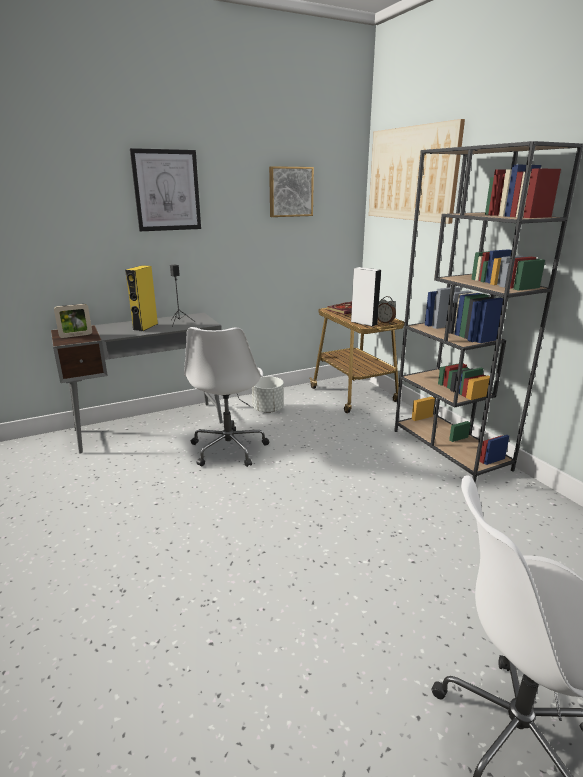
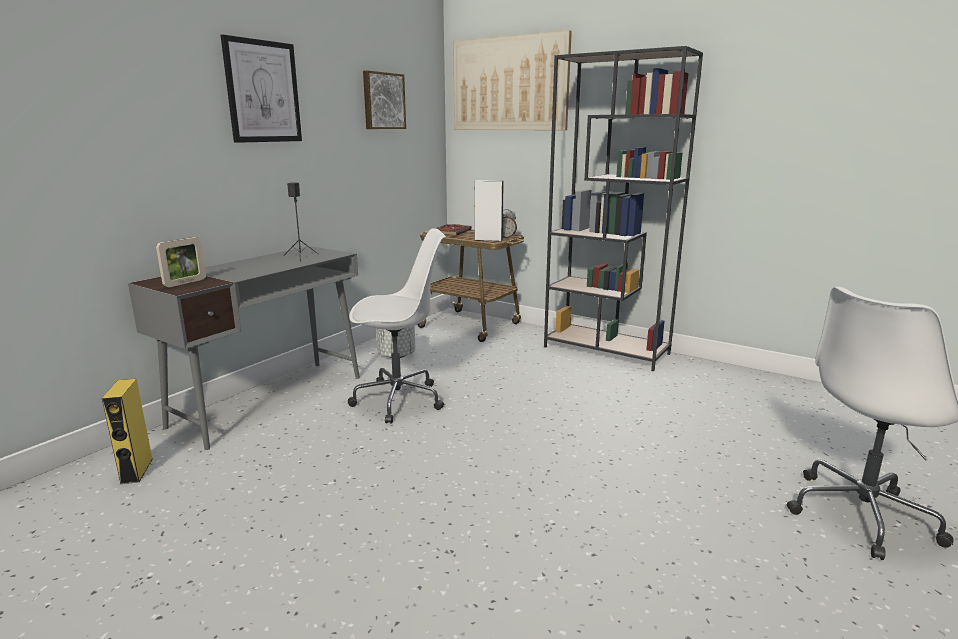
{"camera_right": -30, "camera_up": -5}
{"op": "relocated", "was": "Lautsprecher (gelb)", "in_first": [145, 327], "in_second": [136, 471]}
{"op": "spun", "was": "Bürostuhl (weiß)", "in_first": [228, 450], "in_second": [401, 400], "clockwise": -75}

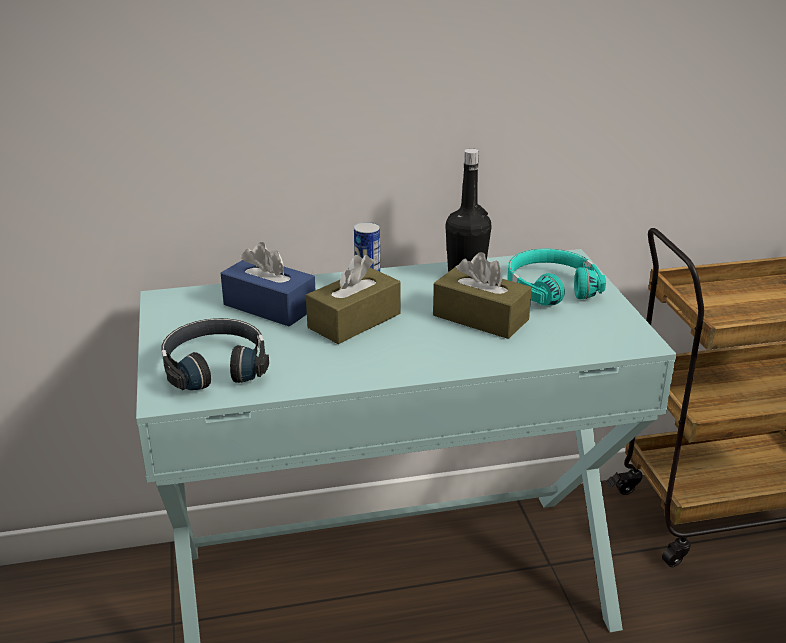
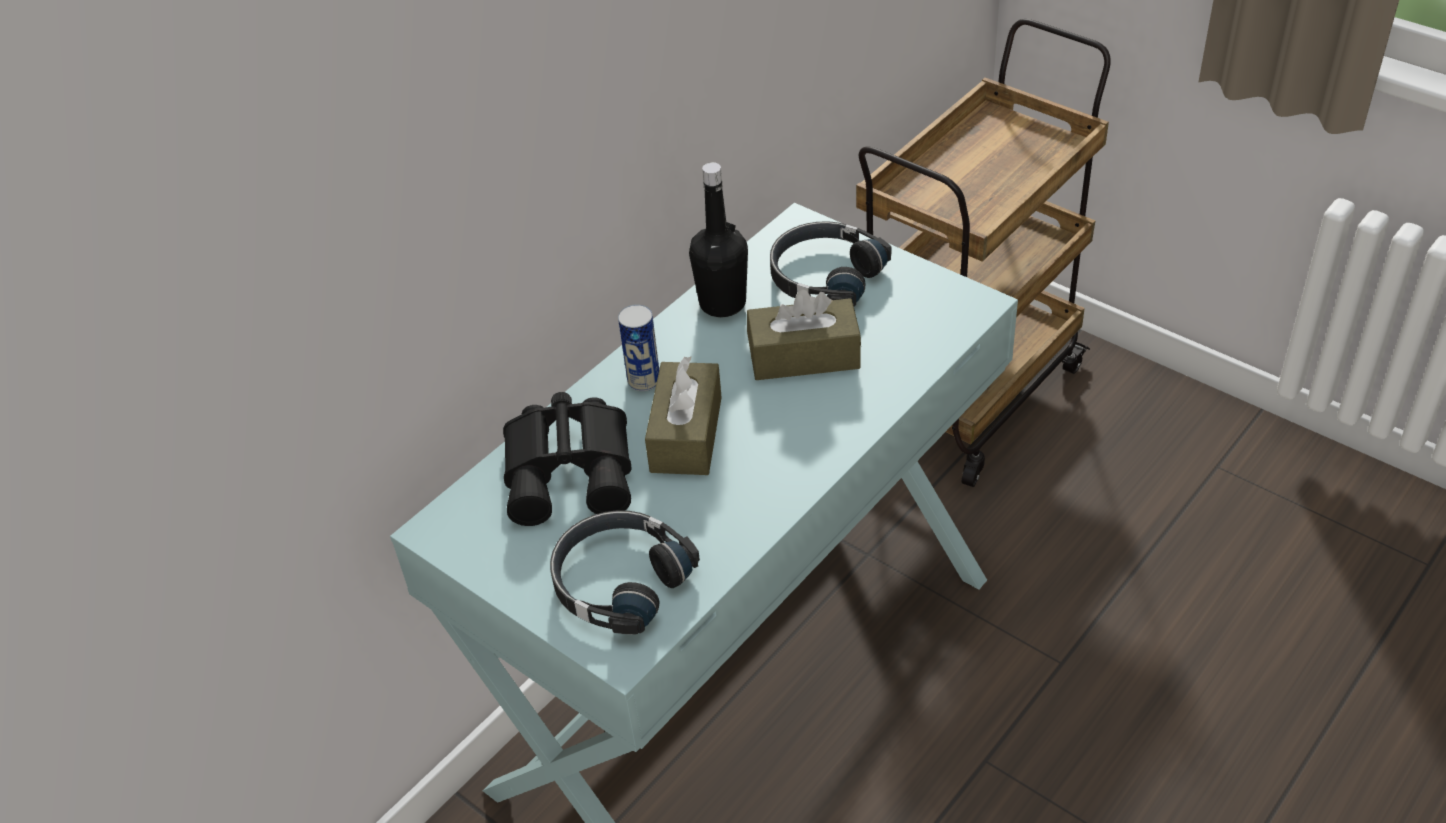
{"camera_right": -35, "camera_up": 15}
{"op": "exchanged", "was": "Taschentuchbox (blau)", "now": "Fernglas (schwarz)", "in_first": [269, 306], "in_second": [572, 469]}
{"op": "colour", "was": "Kopfhörer (türkis)", "now": "Kopfhörer (schwarz)", "in_first": [550, 288], "in_second": [824, 276]}

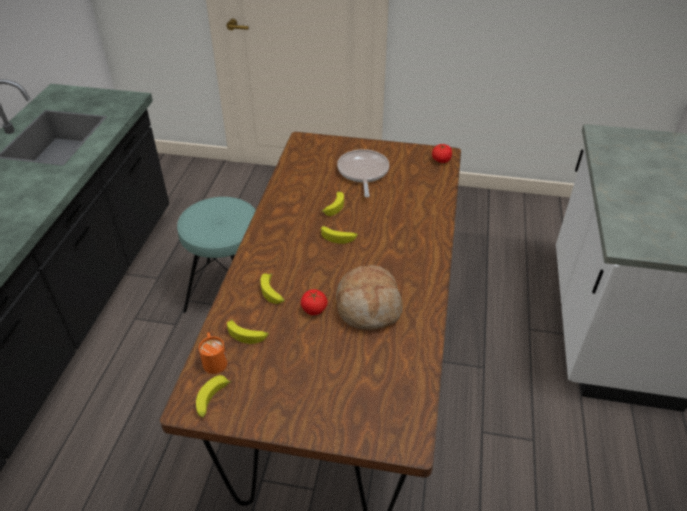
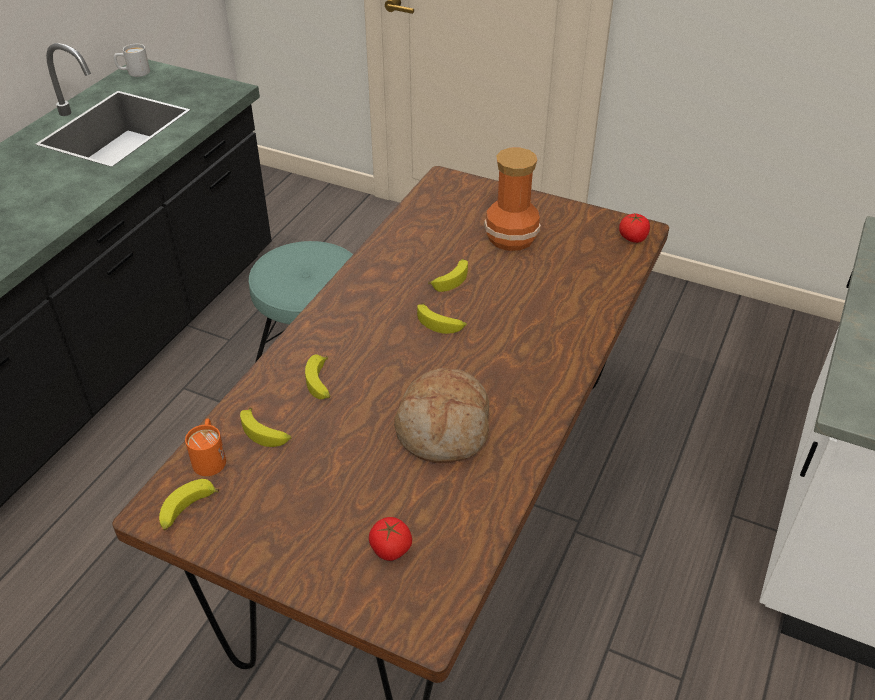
{"camera_right": 15, "camera_up": 0}
{"op": "appeared", "now": "Henkelbecher (weiß)", "in_second": [134, 72]}
{"op": "relocated", "was": "Tomate", "in_first": [314, 309], "in_second": [390, 549]}
{"op": "exchanged", "was": "Pfanne", "now": "Vase", "in_first": [363, 172], "in_second": [510, 238]}

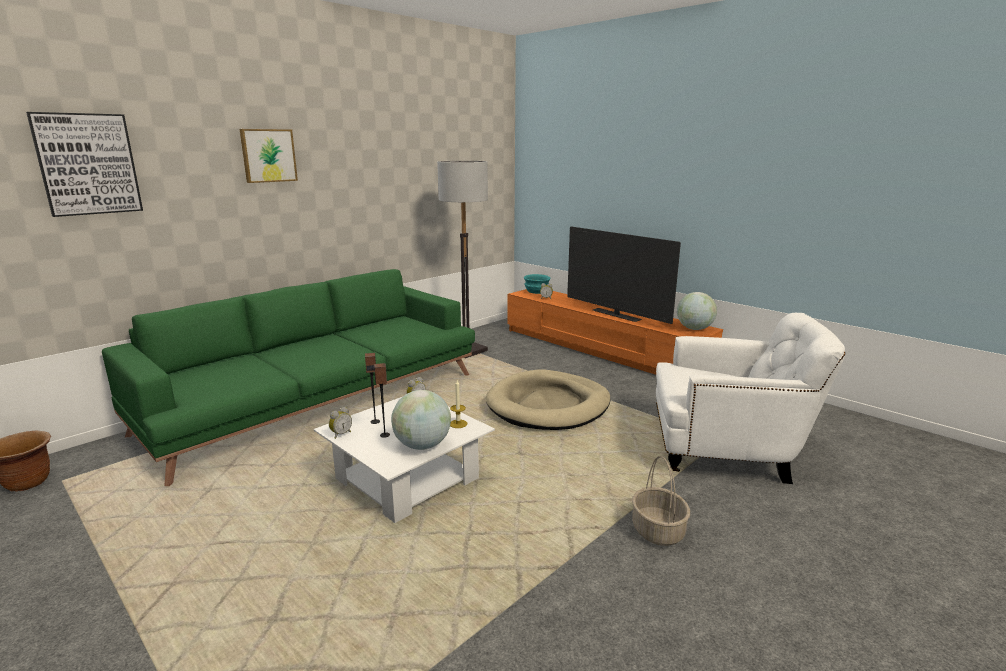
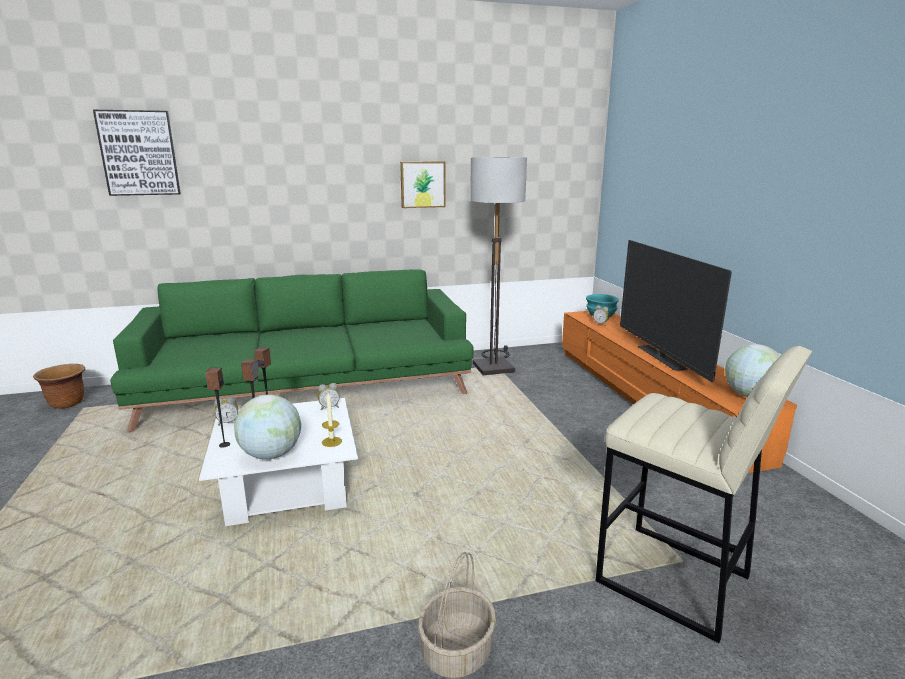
{"camera_right": 30, "camera_up": 0}
{"op": "appeared", "now": "Lautsprecher", "in_second": [224, 444]}
{"op": "relocated", "was": "Bild", "in_first": [268, 155], "in_second": [422, 184]}
{"op": "exchanged", "was": "Sessel (weiß)", "now": "Hocker (beige)", "in_first": [728, 451], "in_second": [677, 581]}
{"op": "missing", "was": "Hundebett (beige)", "in_first": [548, 405]}

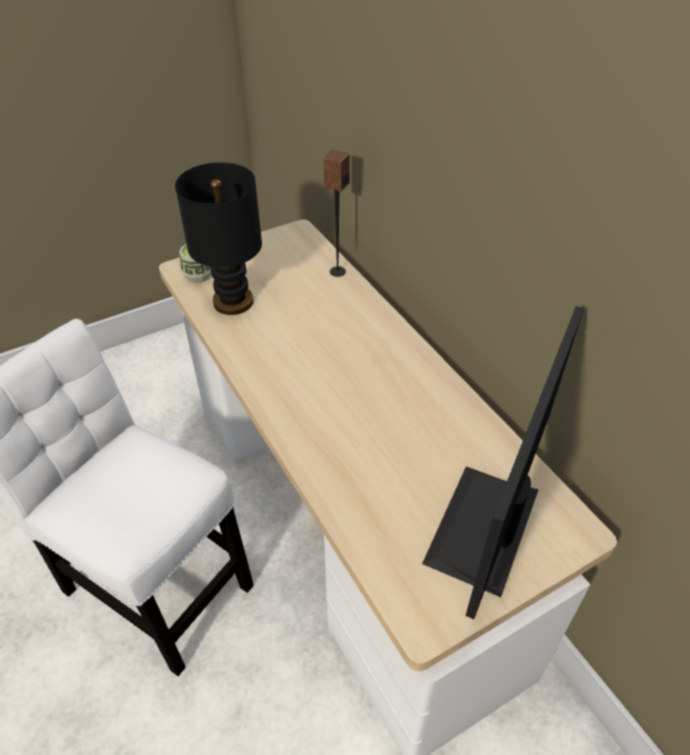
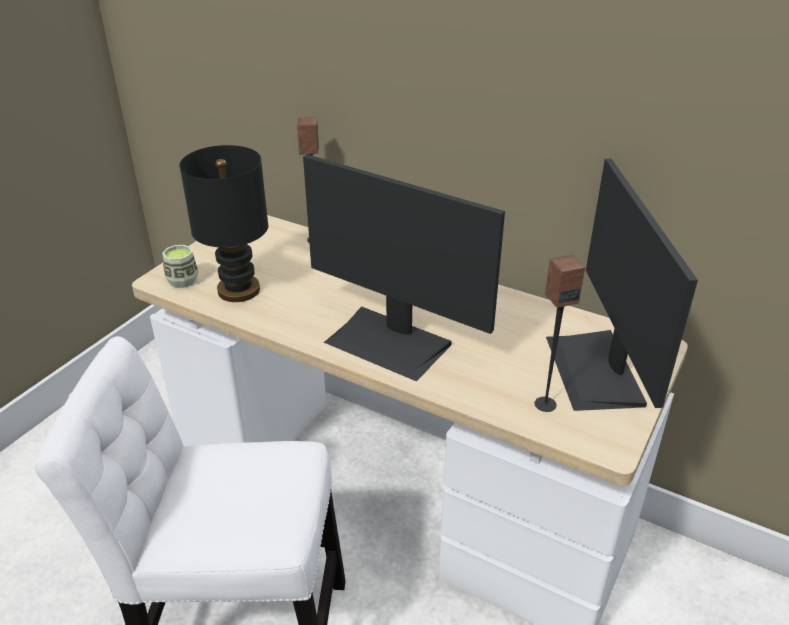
{"camera_right": -30, "camera_up": -10}
{"op": "appeared", "now": "Monitor", "in_second": [390, 342]}
{"op": "appeared", "now": "Lautsprecher", "in_second": [545, 404]}

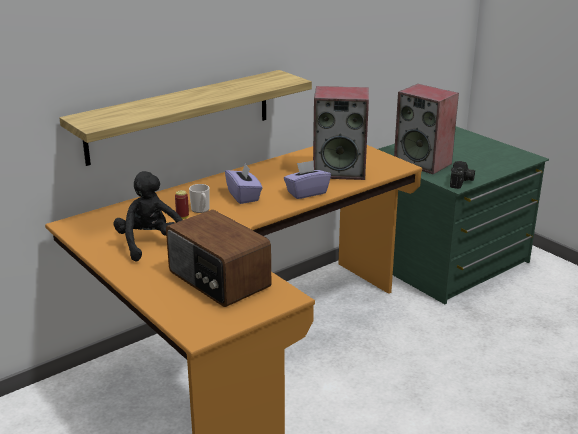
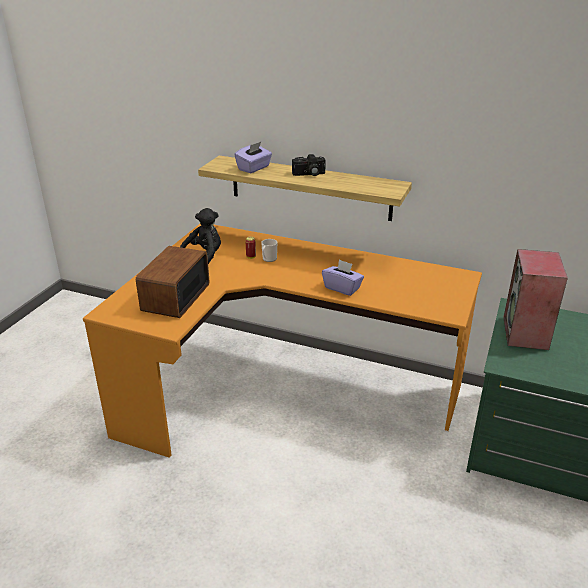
{"camera_right": 60, "camera_up": 5}
{"op": "relocated", "was": "Taschentuchbox (lila)", "in_first": [244, 196], "in_second": [254, 168]}
{"op": "relocated", "was": "Kamera", "in_first": [461, 182], "in_second": [309, 174]}
{"op": "missing", "was": "Lautsprecher", "in_first": [340, 171]}

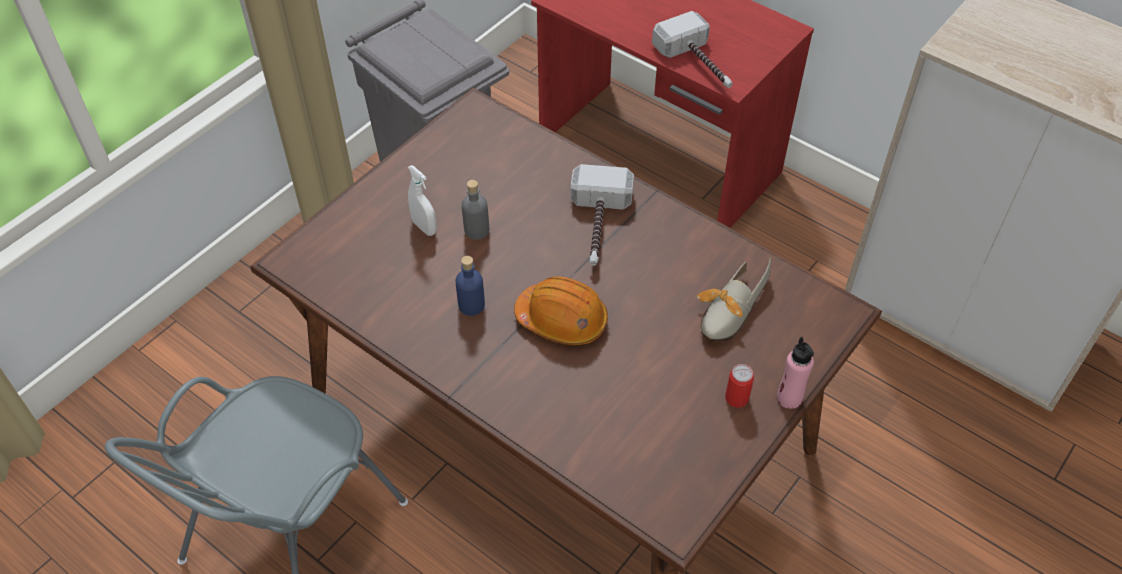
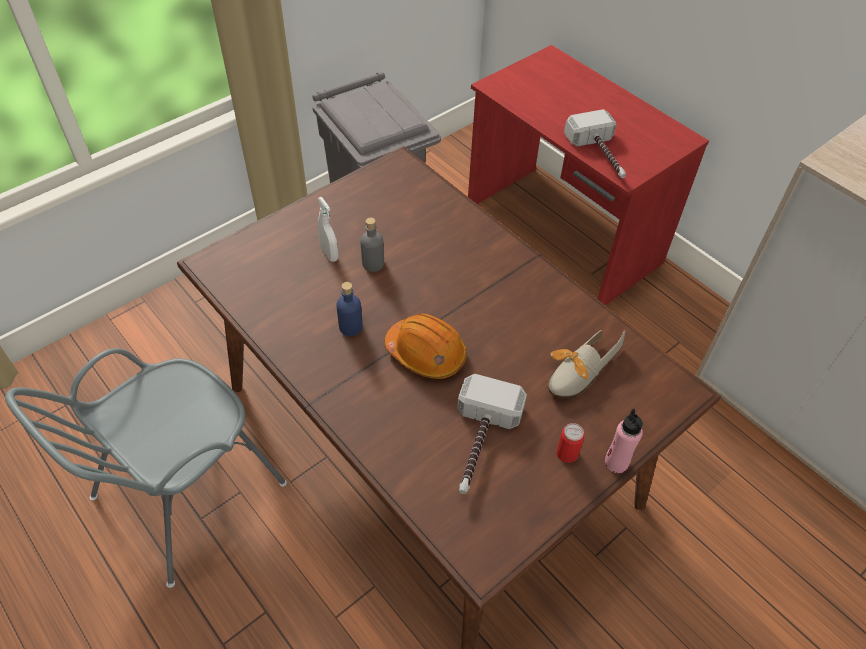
{"camera_right": 10, "camera_up": 0}
{"op": "relocated", "was": "Hammer", "in_first": [598, 227], "in_second": [479, 444]}

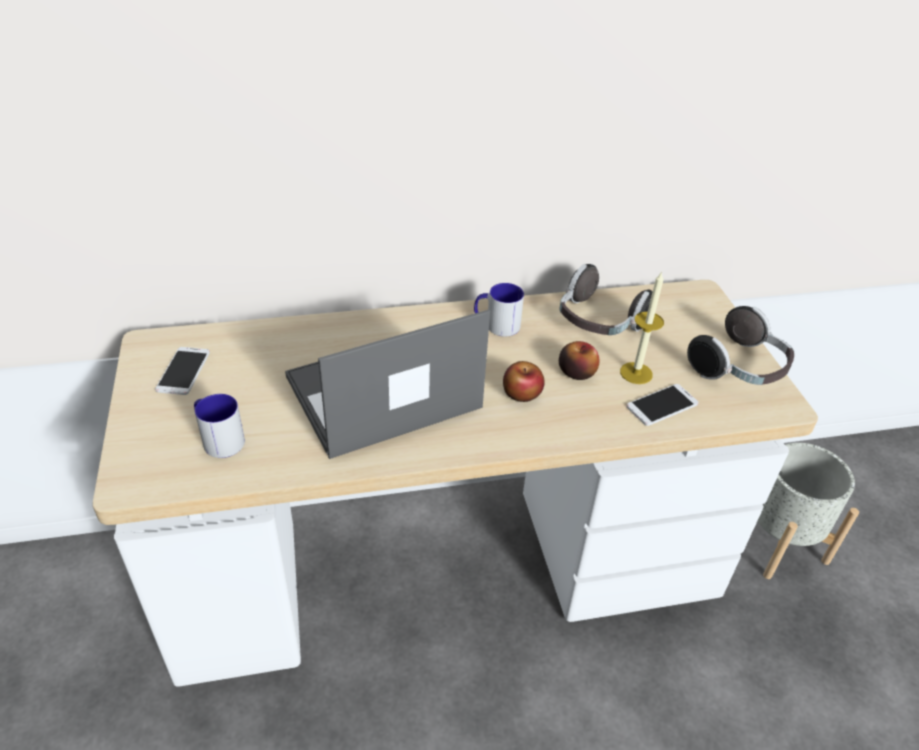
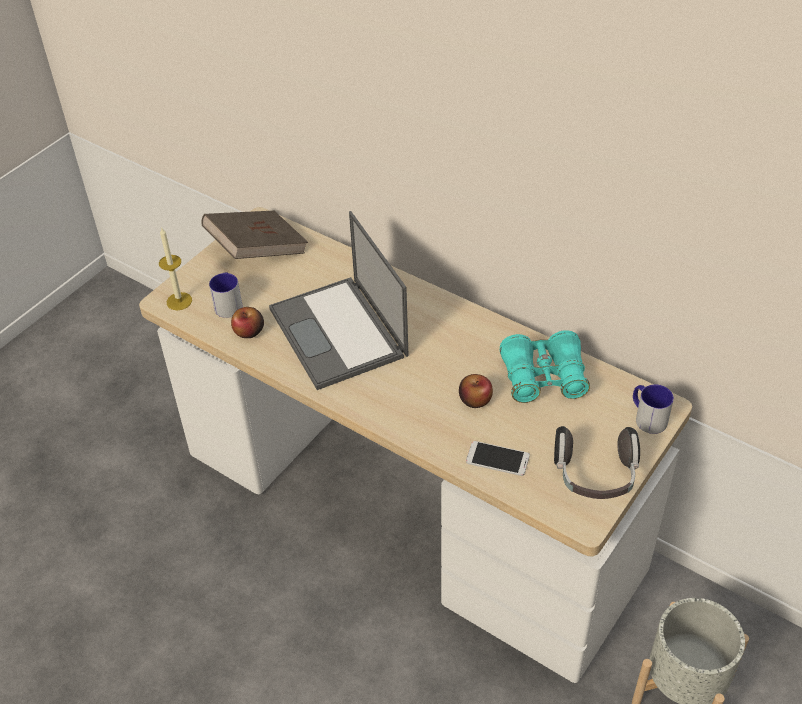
{"camera_right": 50, "camera_up": 5}
{"op": "relocated", "was": "Kerze", "in_first": [636, 373], "in_second": [179, 301]}
{"op": "exchanged", "was": "Handy", "now": "Buch (braun)", "in_first": [183, 371], "in_second": [257, 250]}
{"op": "relocated", "was": "Apfel", "in_first": [522, 393], "in_second": [249, 331]}
{"op": "spun", "was": "Laptop", "in_first": [381, 394], "in_second": [339, 333], "clockwise": -135}
{"op": "exchanged", "was": "Kopfhörer", "now": "Fernglas (türkis)", "in_first": [598, 323], "in_second": [543, 377]}
{"op": "relocated", "was": "Henkelbecher", "in_first": [496, 325], "in_second": [647, 417]}

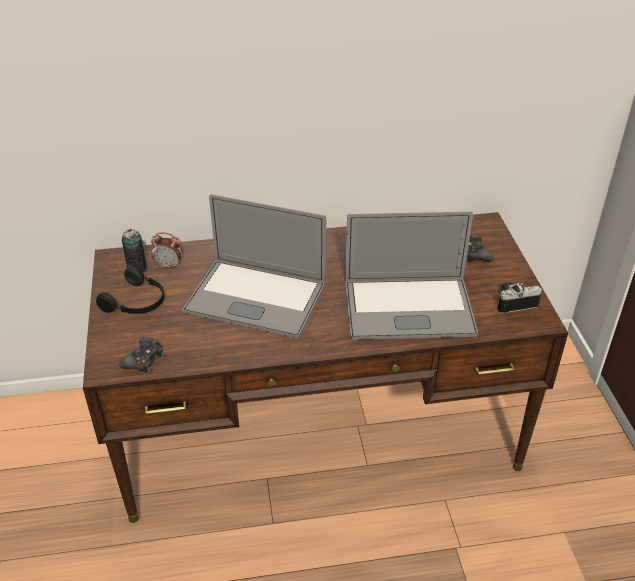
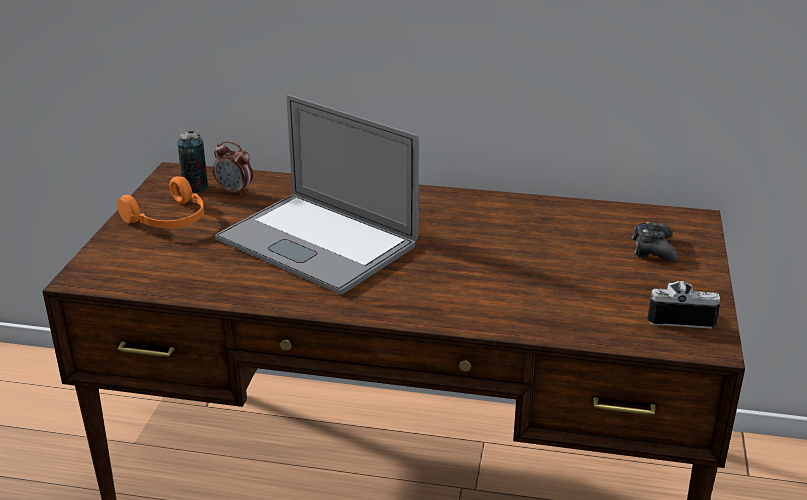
{"camera_right": 20, "camera_up": -10}
{"op": "colour", "was": "Kopfhörer (schwarz)", "now": "Kopfhörer (orange)", "in_first": [137, 302], "in_second": [169, 220]}
{"op": "missing", "was": "Gamepad (schwarz)", "in_first": [144, 359]}
{"op": "missing", "was": "Laptop", "in_first": [408, 308]}

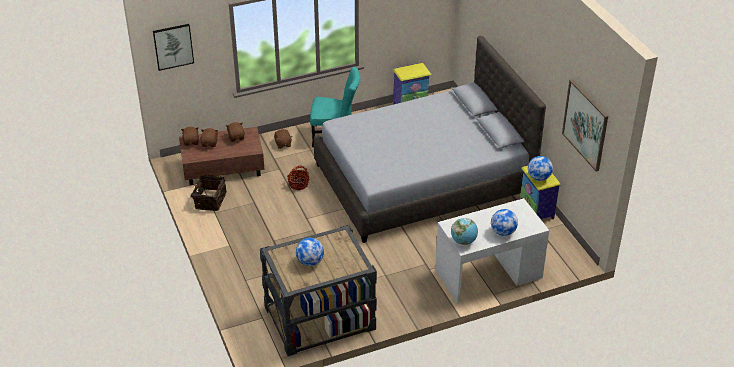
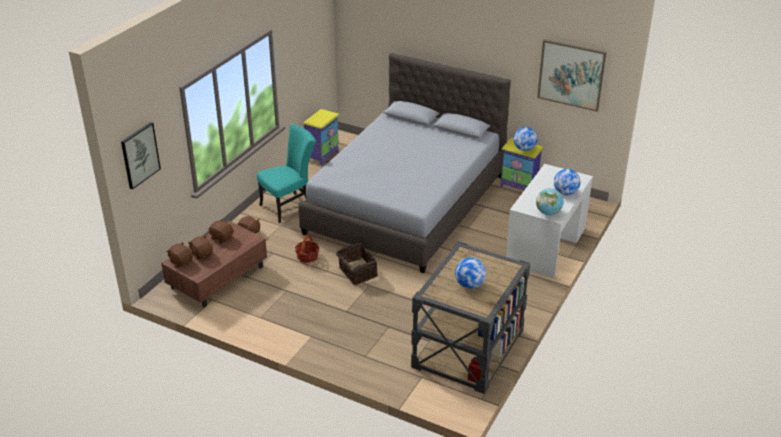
{"camera_right": -40, "camera_up": -5}
{"op": "relocated", "was": "Korb", "in_first": [209, 200], "in_second": [356, 272]}

